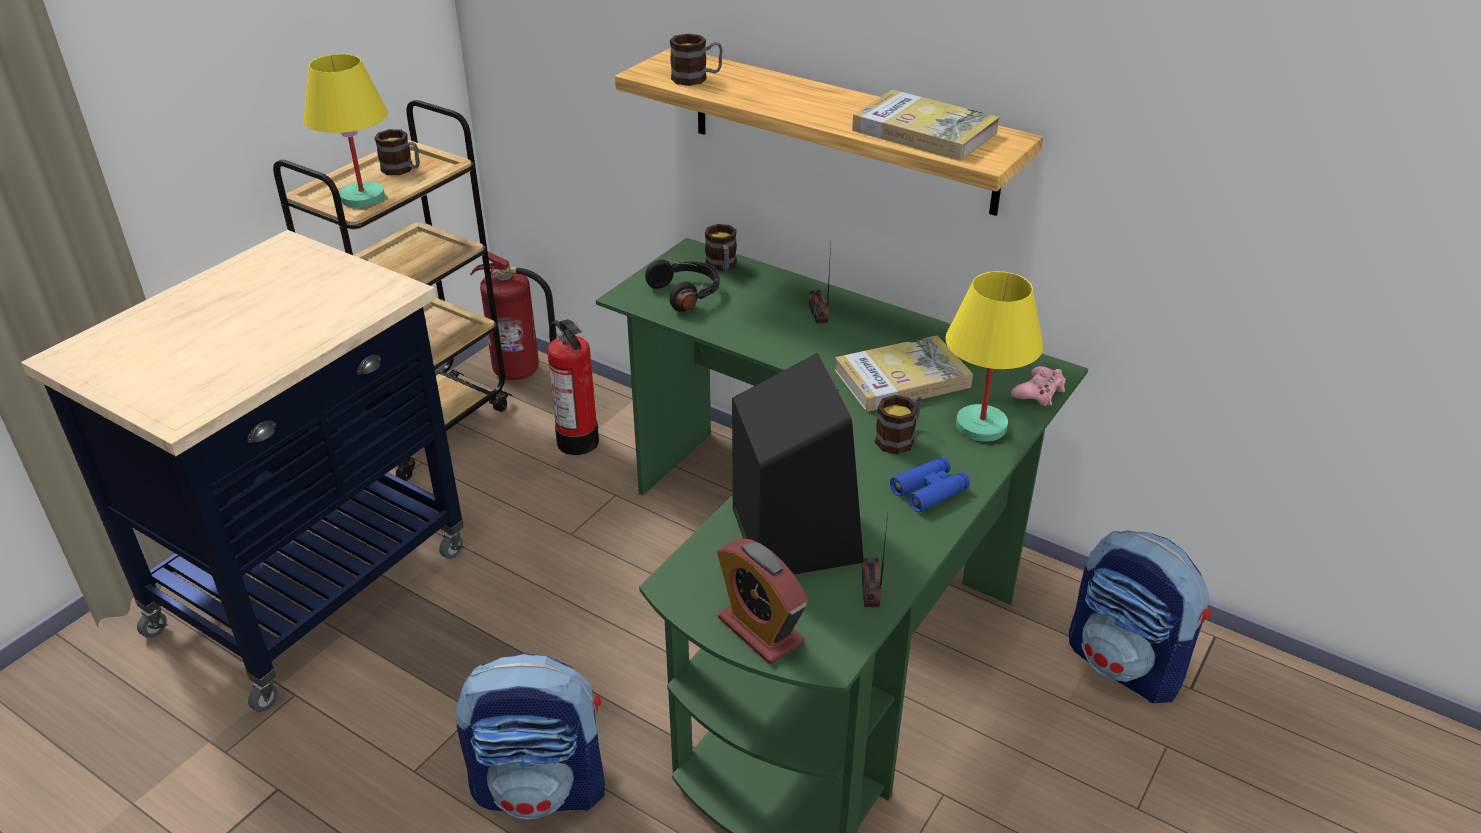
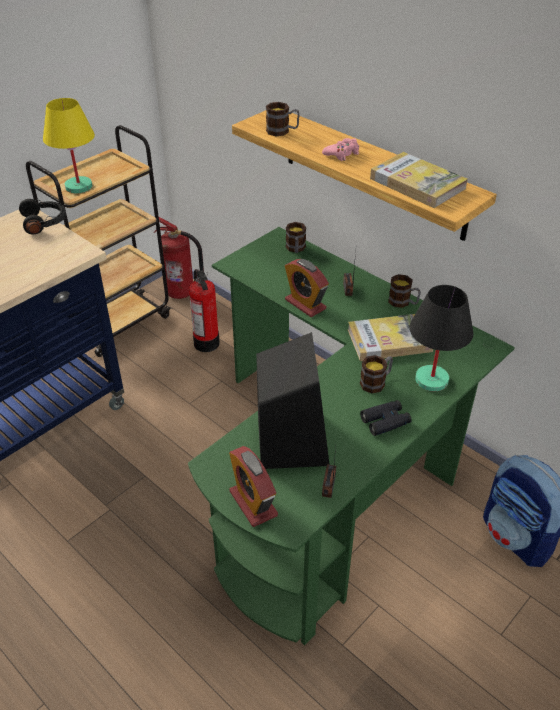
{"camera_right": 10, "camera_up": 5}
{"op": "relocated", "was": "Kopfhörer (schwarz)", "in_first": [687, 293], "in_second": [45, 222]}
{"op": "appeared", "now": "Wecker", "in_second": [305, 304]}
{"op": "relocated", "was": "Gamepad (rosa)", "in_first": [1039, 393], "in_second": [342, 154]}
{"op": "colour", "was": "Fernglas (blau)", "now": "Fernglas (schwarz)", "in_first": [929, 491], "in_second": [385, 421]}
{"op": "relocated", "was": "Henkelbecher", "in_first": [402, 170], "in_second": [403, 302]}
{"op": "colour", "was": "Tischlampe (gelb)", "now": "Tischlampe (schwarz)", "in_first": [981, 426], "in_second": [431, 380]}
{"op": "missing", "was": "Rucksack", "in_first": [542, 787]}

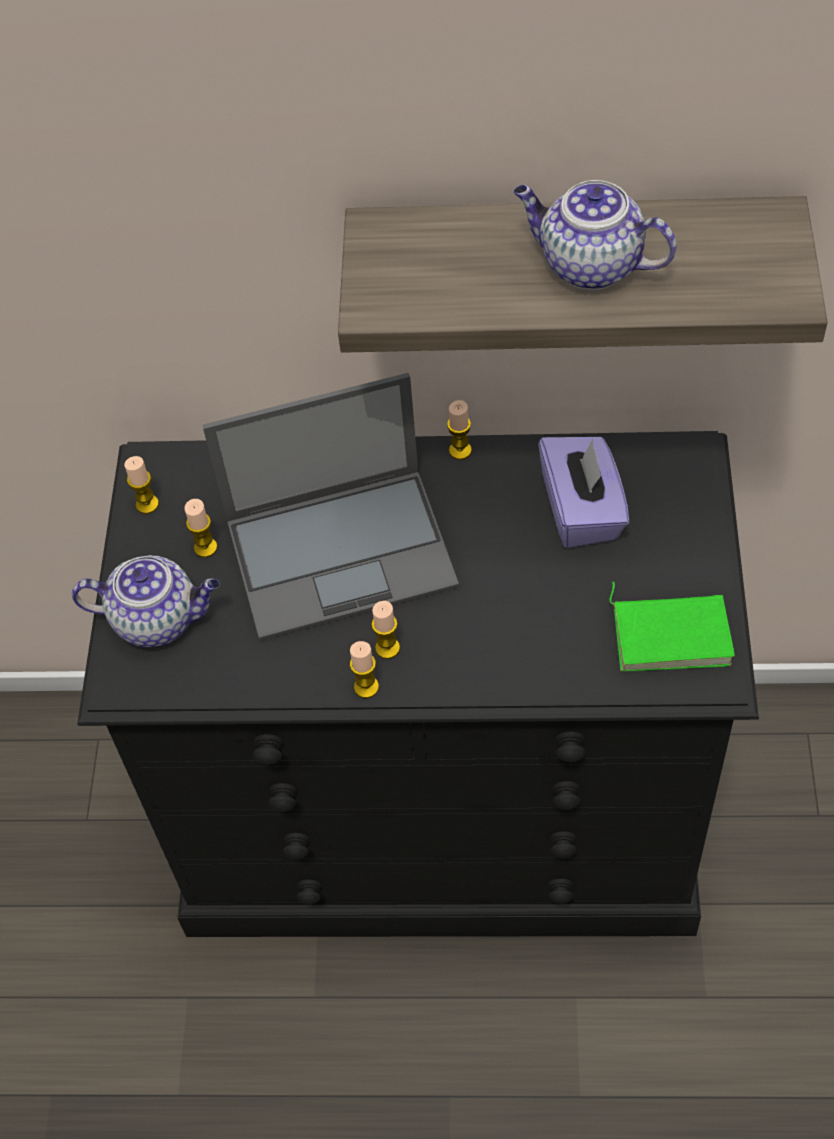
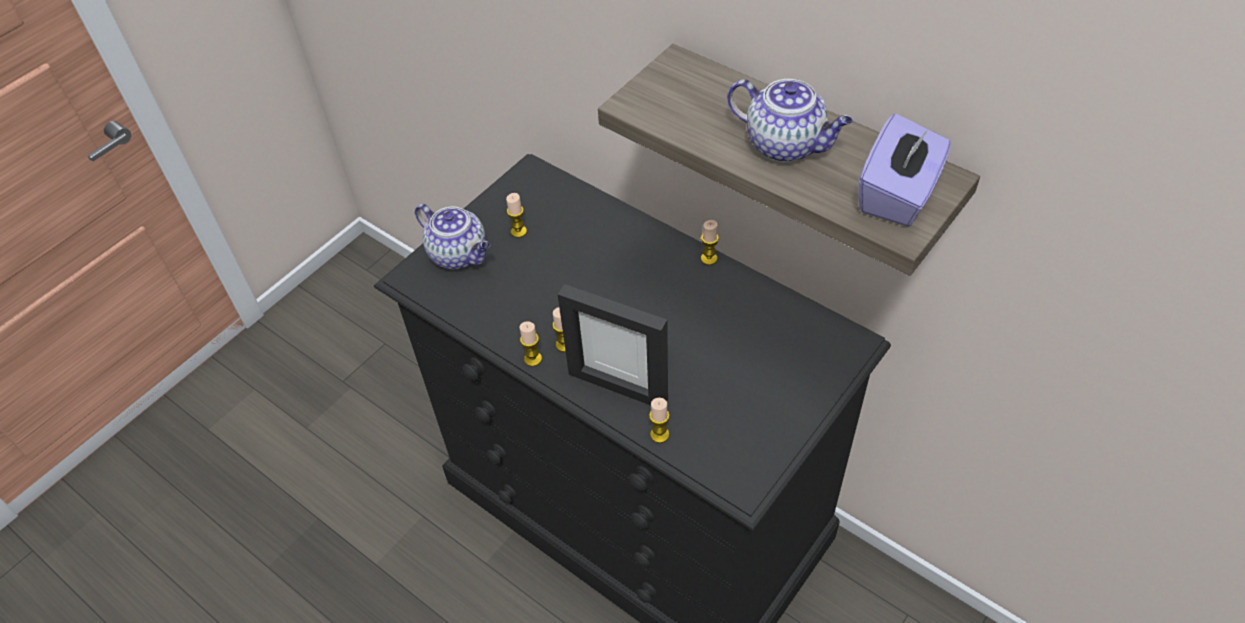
{"camera_right": 35, "camera_up": -5}
{"op": "appeared", "now": "Bilderrahmen", "in_second": [618, 384]}
{"op": "relocated", "was": "Kerze", "in_first": [147, 504], "in_second": [659, 435]}
{"op": "spun", "was": "Teekanne", "in_first": [589, 265], "in_second": [786, 145], "clockwise": 150}
{"op": "relocated", "was": "Taschentuchbox (lila)", "in_first": [582, 510], "in_second": [898, 194]}
{"op": "missing", "was": "Laptop", "in_first": [343, 551]}
{"op": "missing", "was": "Buch (grün)", "in_first": [671, 633]}

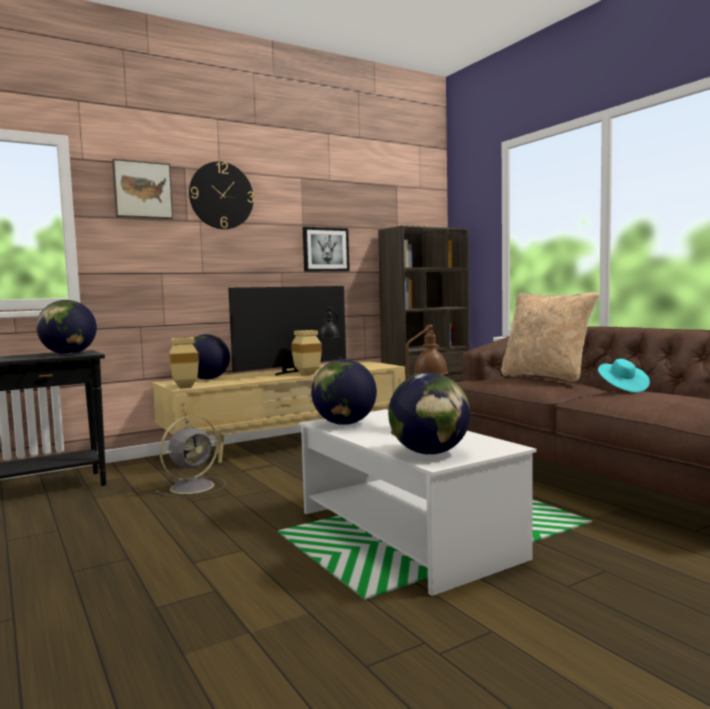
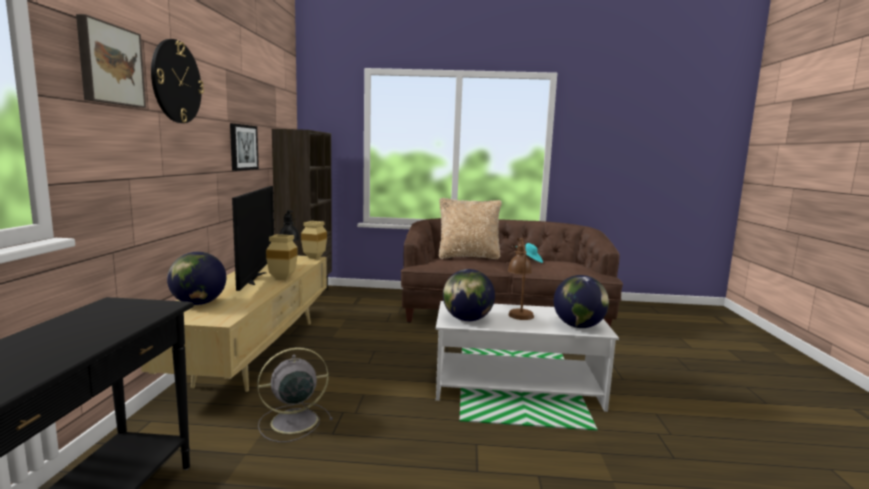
{"camera_right": -55, "camera_up": 5}
{"op": "spun", "was": "Ventilator (grau)", "in_first": [194, 486], "in_second": [292, 421], "clockwise": -105}
{"op": "relocated", "was": "Vase (beige)", "in_first": [186, 387], "in_second": [314, 257]}
{"op": "missing", "was": "Globus", "in_first": [68, 354]}

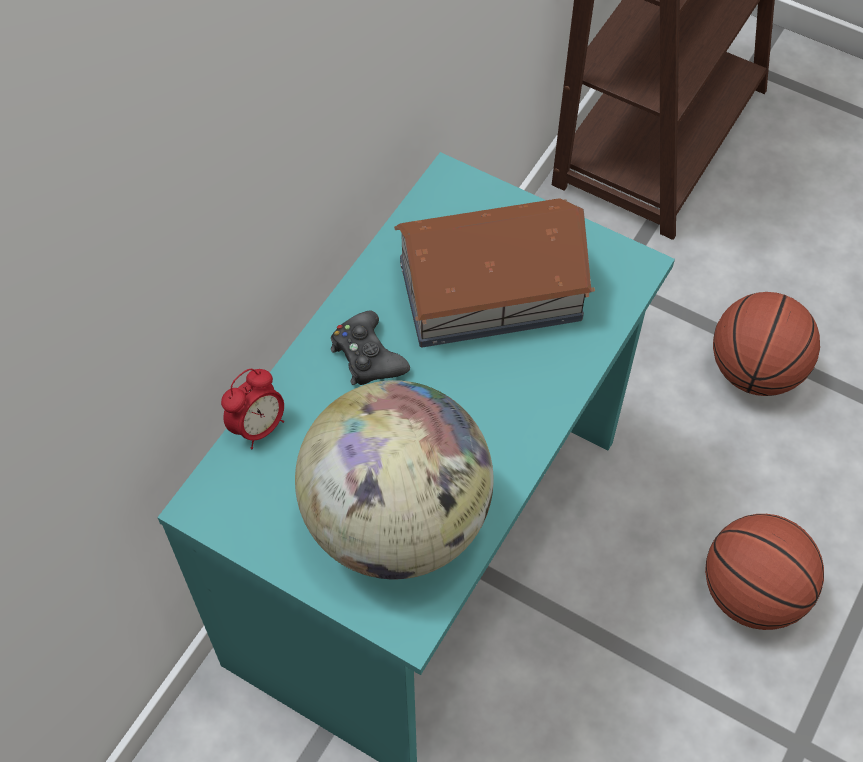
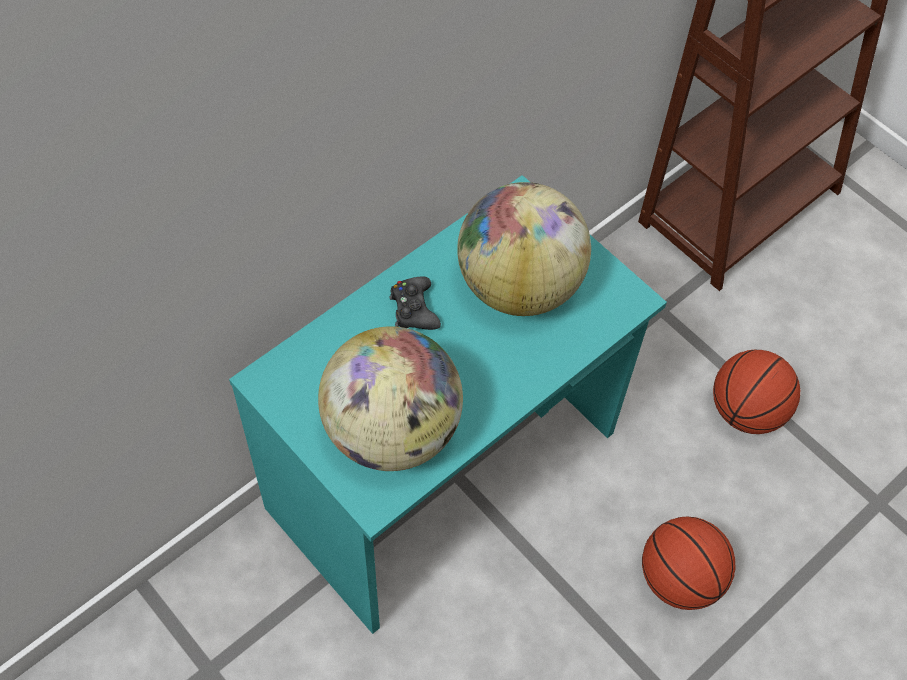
{"camera_right": 15, "camera_up": 0}
{"op": "exchanged", "was": "Spielzeughaus", "now": "Globus", "in_first": [488, 289], "in_second": [518, 285]}
{"op": "missing", "was": "Wecker", "in_first": [258, 427]}

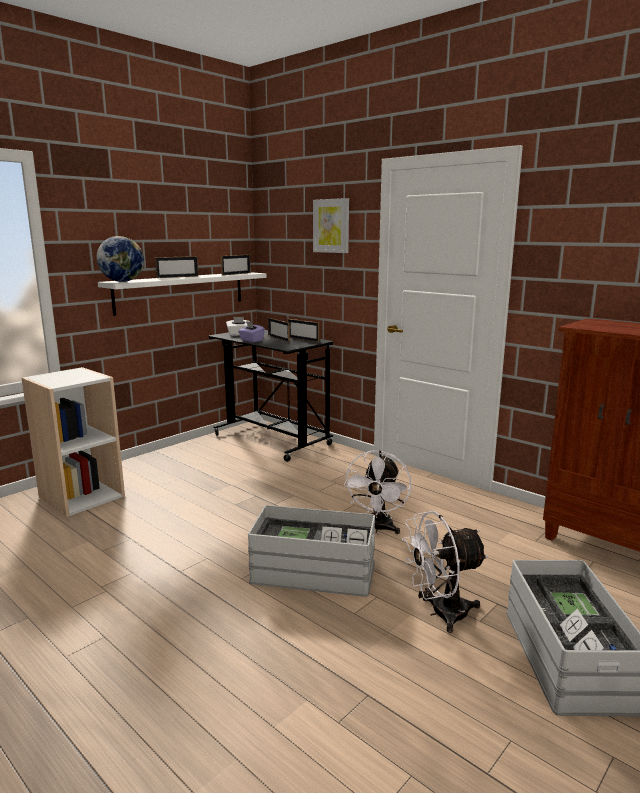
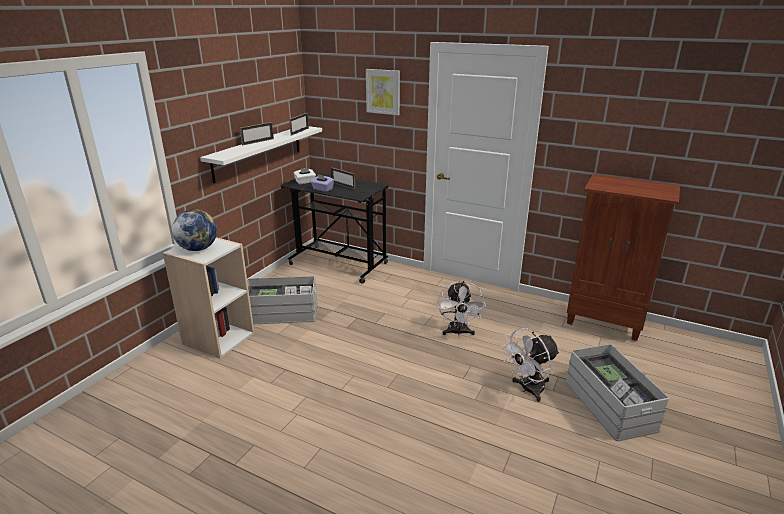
{"camera_right": -15, "camera_up": 10}
{"op": "relocated", "was": "Globus", "in_first": [122, 281], "in_second": [198, 249]}
{"op": "relocated", "was": "Aufbewahrungsbox (grau)", "in_first": [314, 570], "in_second": [282, 312]}
{"op": "missing", "was": "Bilderrahmen", "in_first": [303, 339]}

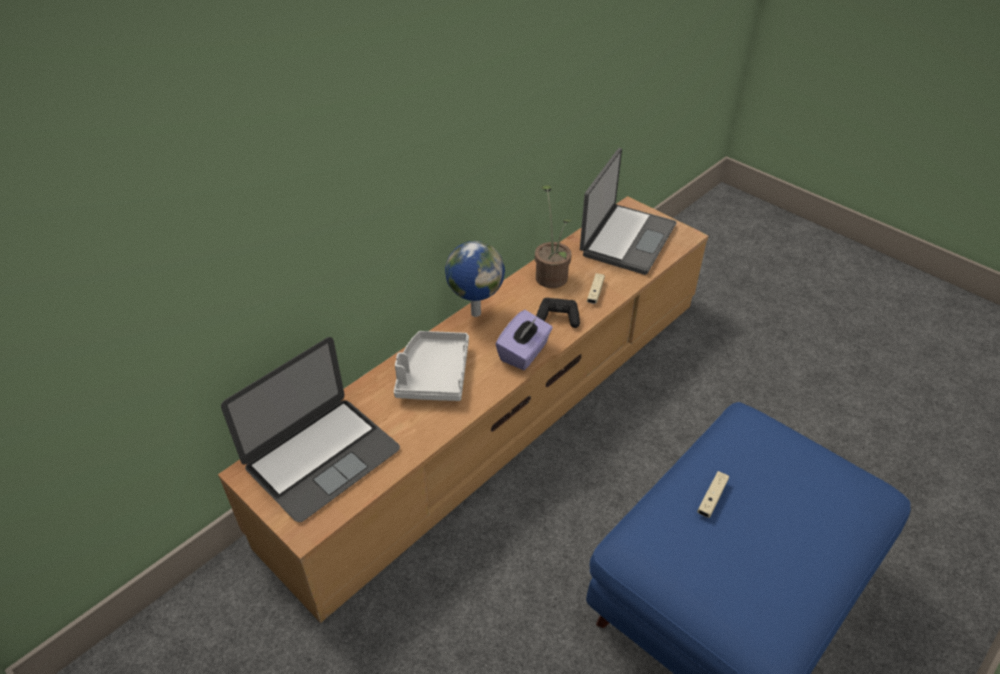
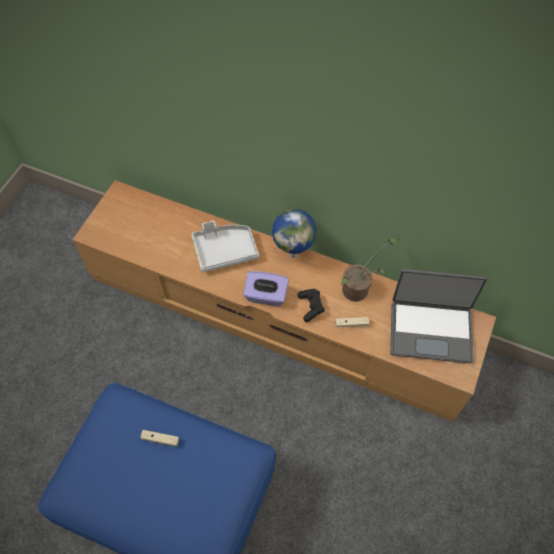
{"camera_right": 70, "camera_up": 15}
{"op": "missing", "was": "Laptop", "in_first": [322, 457]}

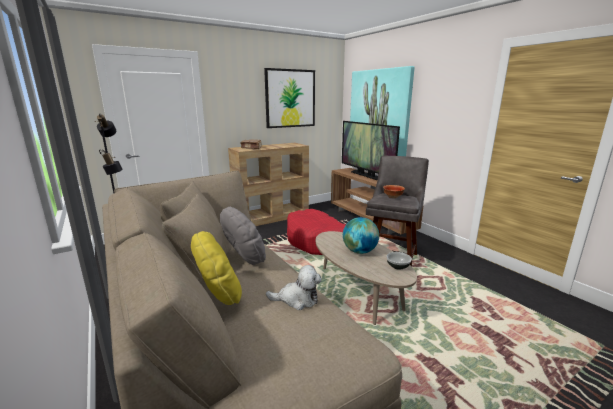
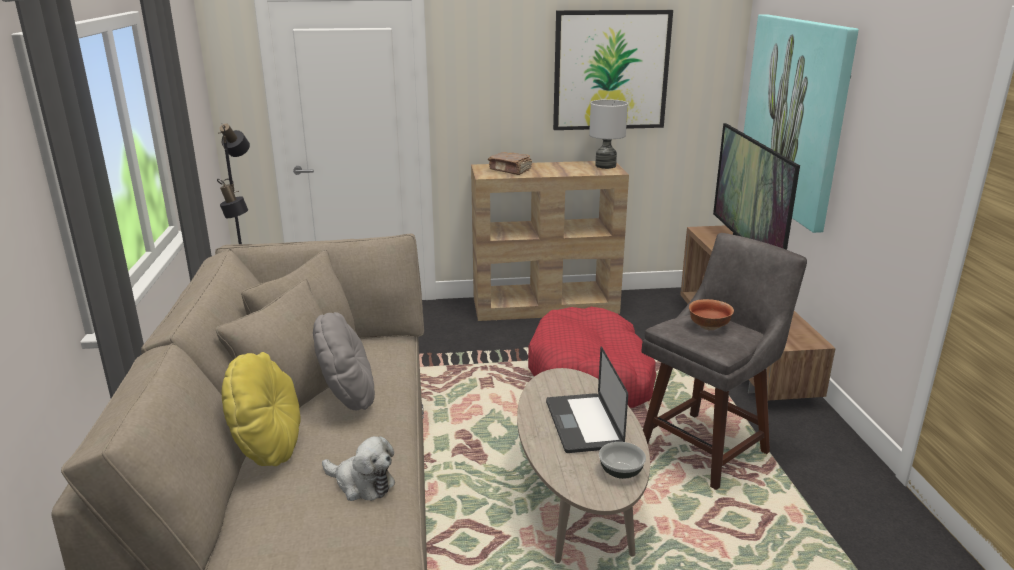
{"camera_right": 25, "camera_up": 5}
{"op": "exchanged", "was": "Globus", "now": "Laptop", "in_first": [360, 251], "in_second": [583, 424]}
{"op": "appeared", "now": "Tischlampe (grau)", "in_second": [605, 166]}

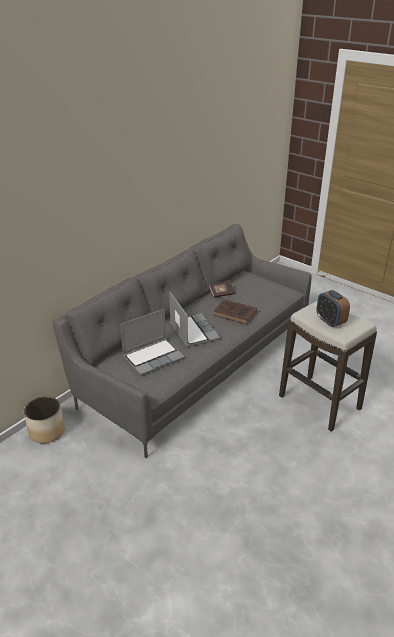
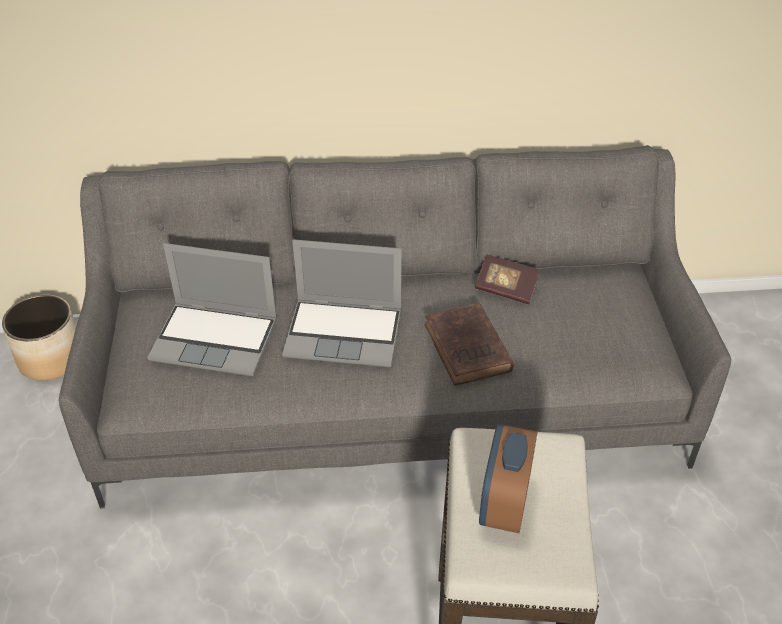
{"camera_right": 45, "camera_up": 10}
{"op": "spun", "was": "Laptop", "in_first": [193, 331], "in_second": [345, 333], "clockwise": 75}

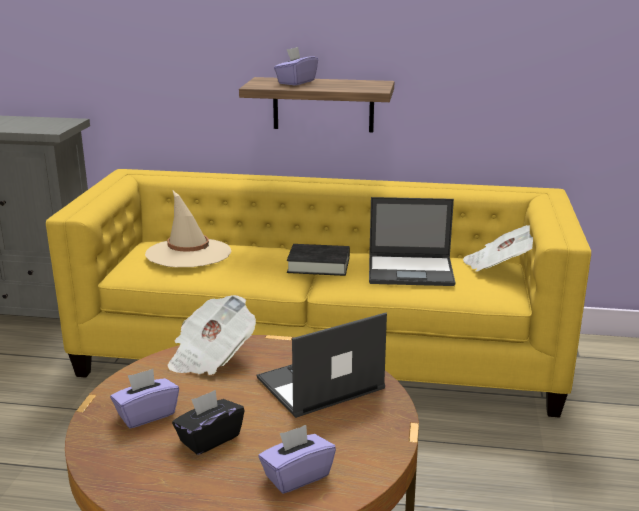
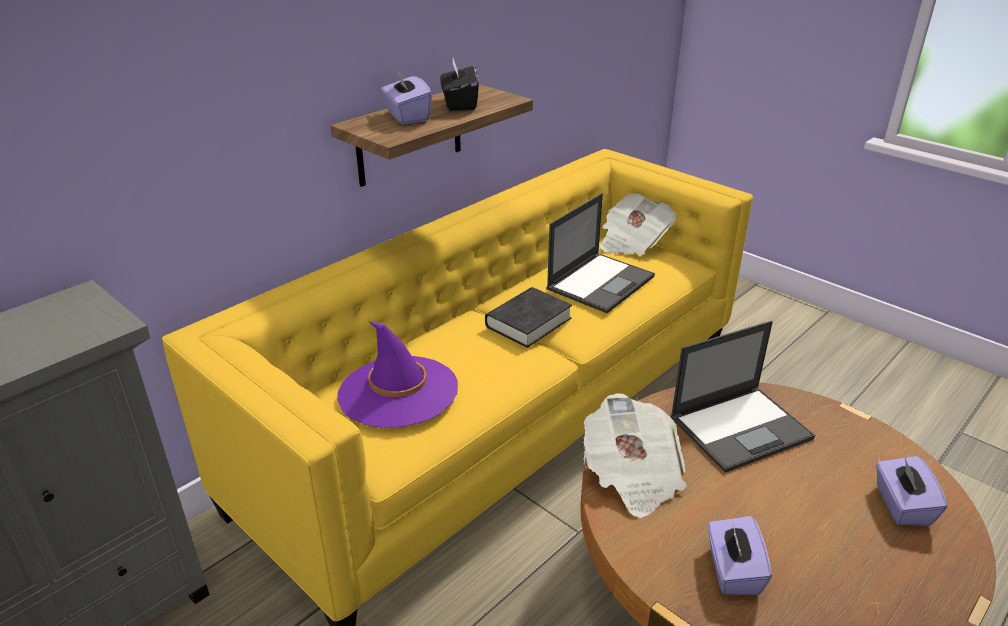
{"camera_right": -55, "camera_up": 10}
{"op": "colour", "was": "Hut (beige)", "now": "Hut (lila)", "in_first": [188, 253], "in_second": [398, 391]}
{"op": "relocated", "was": "Taschentuchbox (schwarz)", "in_first": [209, 439], "in_second": [459, 104]}
{"op": "spun", "was": "Laptop", "in_first": [319, 384], "in_second": [741, 427], "clockwise": -120}

